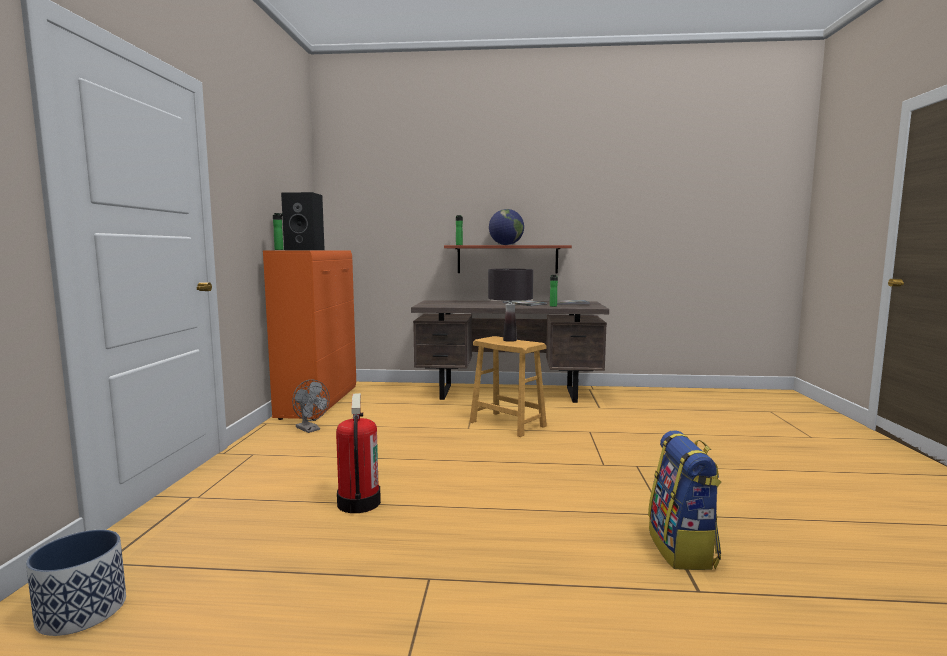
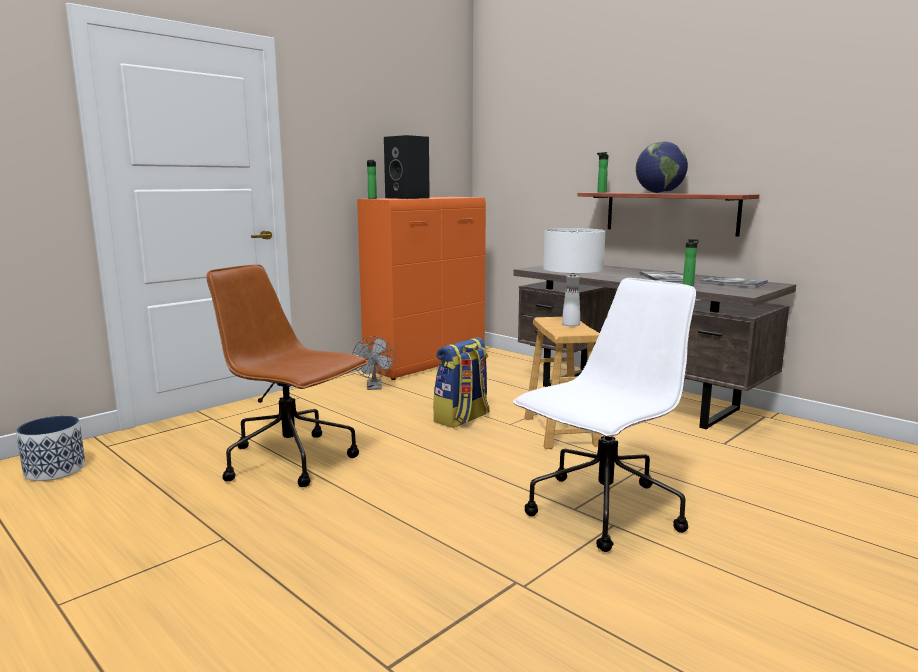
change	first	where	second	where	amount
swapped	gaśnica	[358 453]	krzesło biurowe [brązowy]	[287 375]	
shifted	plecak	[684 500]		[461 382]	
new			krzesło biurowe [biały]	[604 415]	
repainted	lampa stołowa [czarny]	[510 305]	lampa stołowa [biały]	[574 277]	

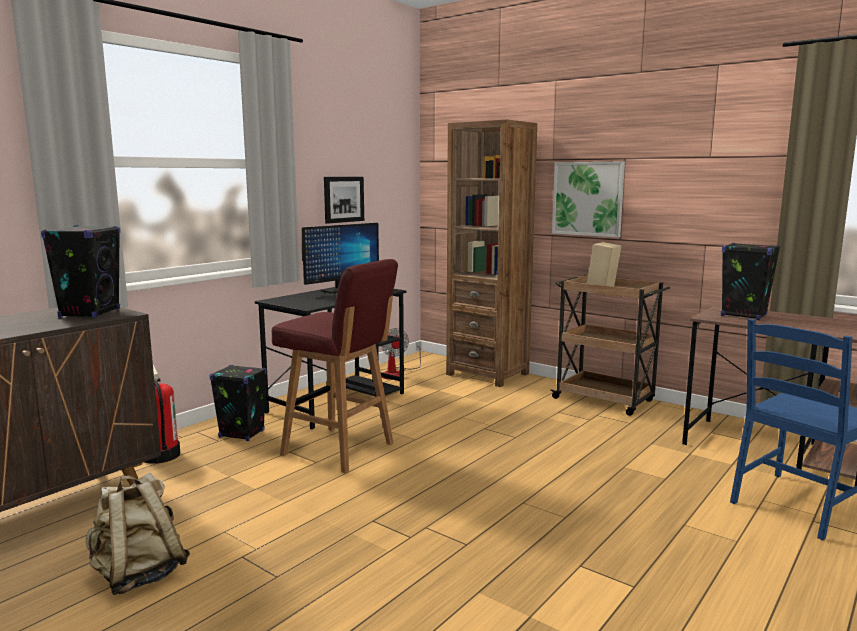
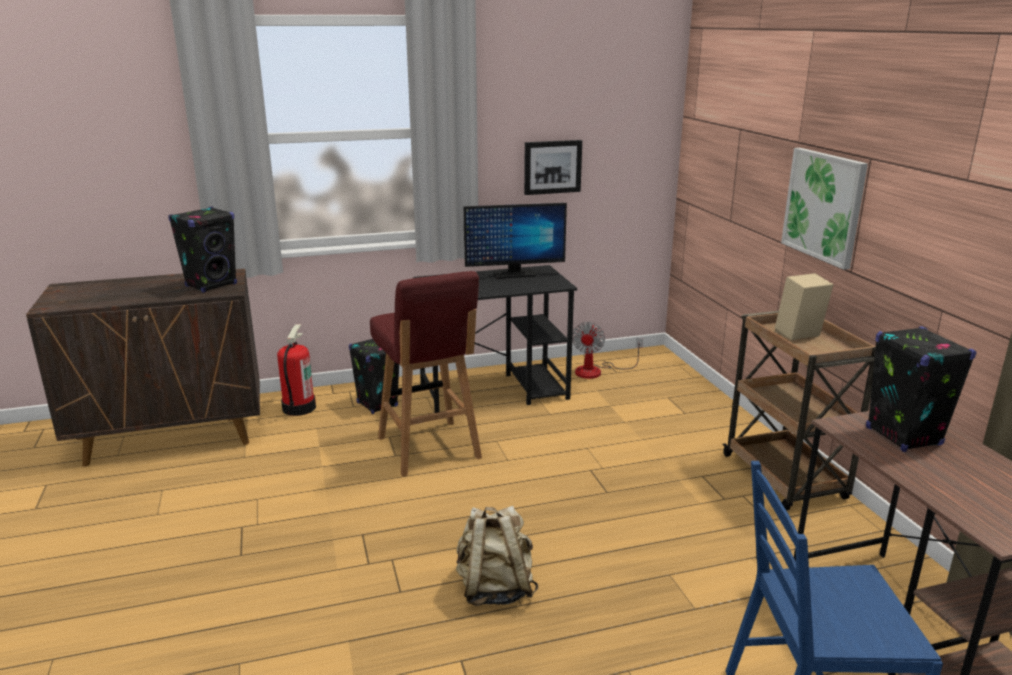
change	first	where	second	where	amount
shifted	plecak [beżowy]	[138 534]		[497 556]	
gone	regał [brązowy]	[491 253]			

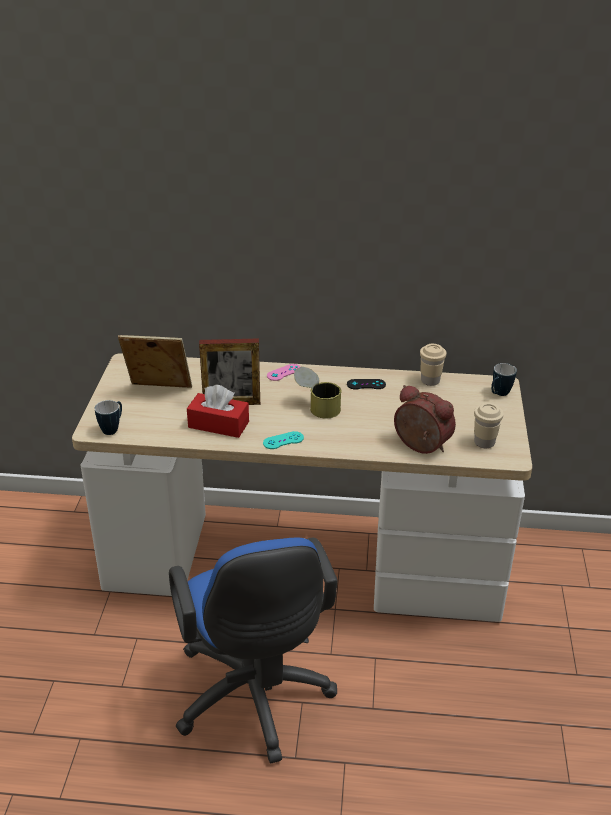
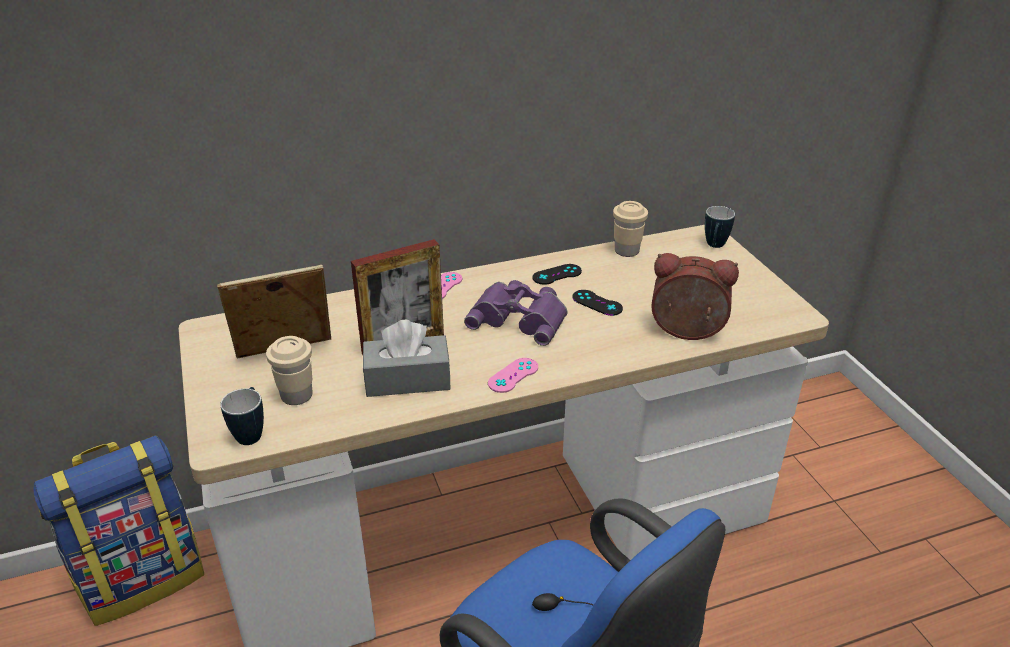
change	first	where	second	where	amount
new			plecak	[118 530]	
shifted	filiżanka [beżowy]	[489 425]		[289 370]	
repainted	pudełko chusteczek [czerwony]	[218 411]	pudełko chusteczek [szary]	[407 358]	
swapped	puszka	[317 393]	lornetka [fioletowy]	[515 313]	
repainted	pad do gier [turkusowy]	[283 440]	pad do gier [różowy]	[513 375]	
new			pad do gier [czarny]	[597 303]	

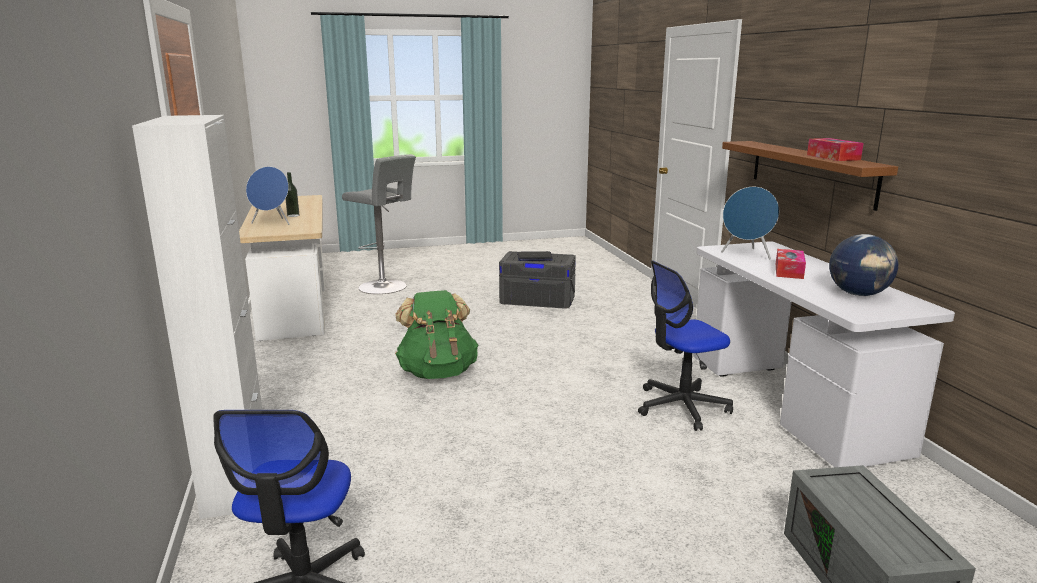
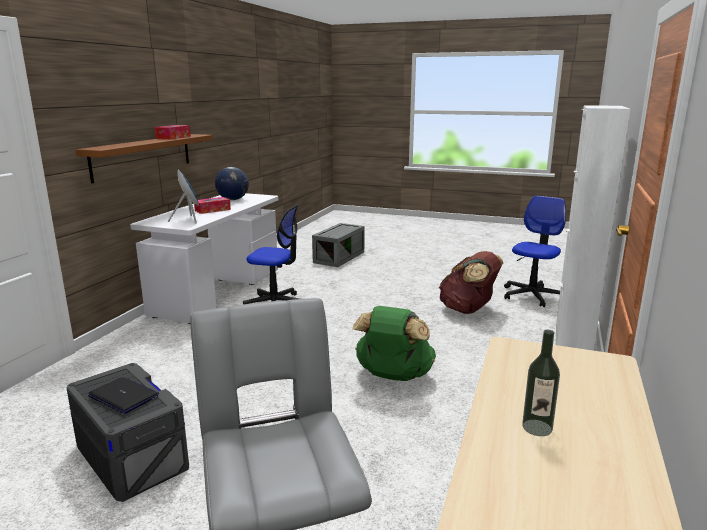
change	first	where	second	where	amount
new			plecak [brązowy]	[471 282]	
gone	głośnik [niebieski]	[268 196]			

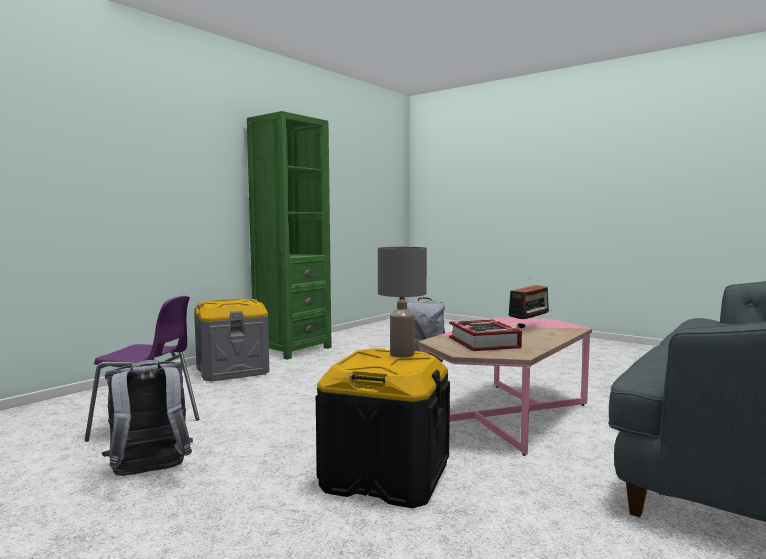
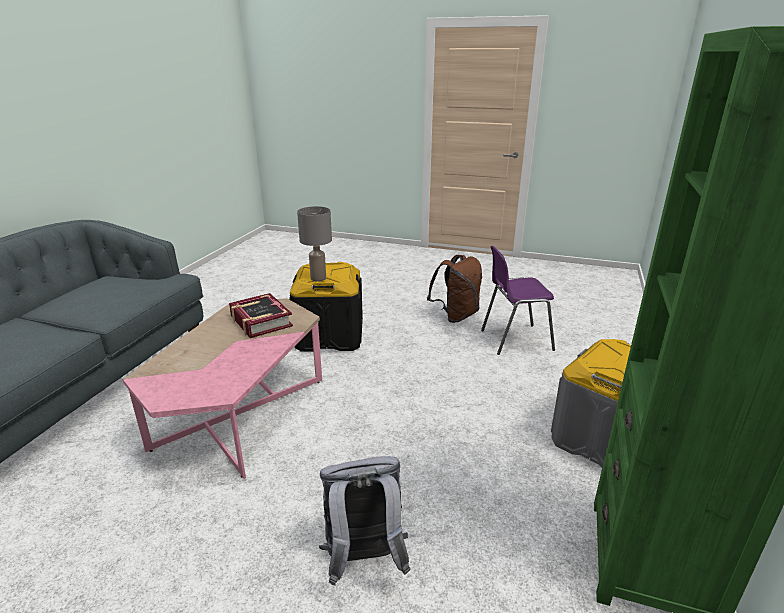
change	first	where	second	where	amount
repainted	plecak [szary]	[147 418]	plecak [brązowy]	[454 289]	
gone	radio	[530 306]			

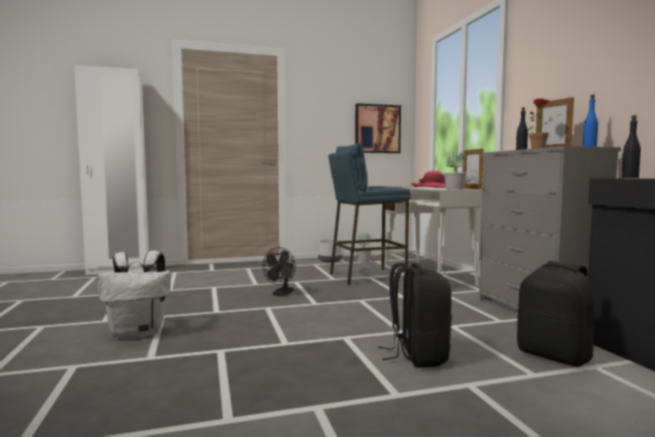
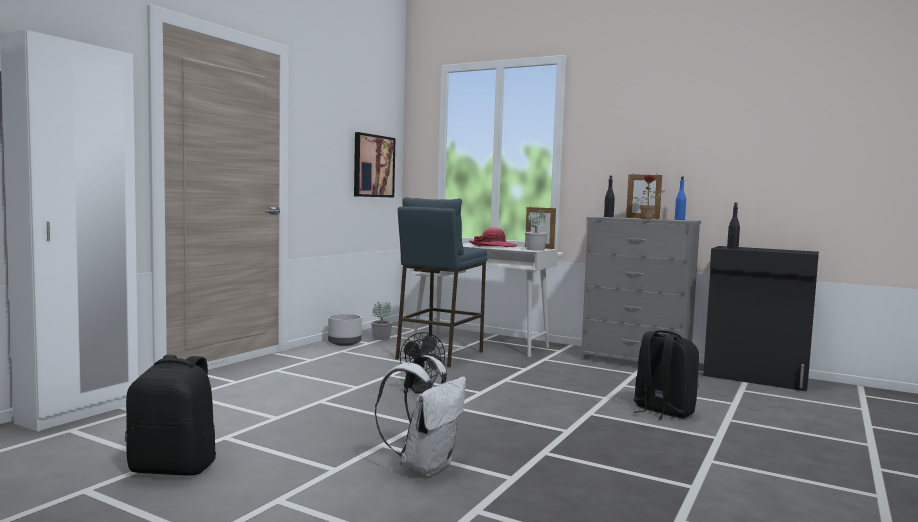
change	first	where	second	where	amount
shifted	plecak [czarny]	[555 314]		[170 415]	

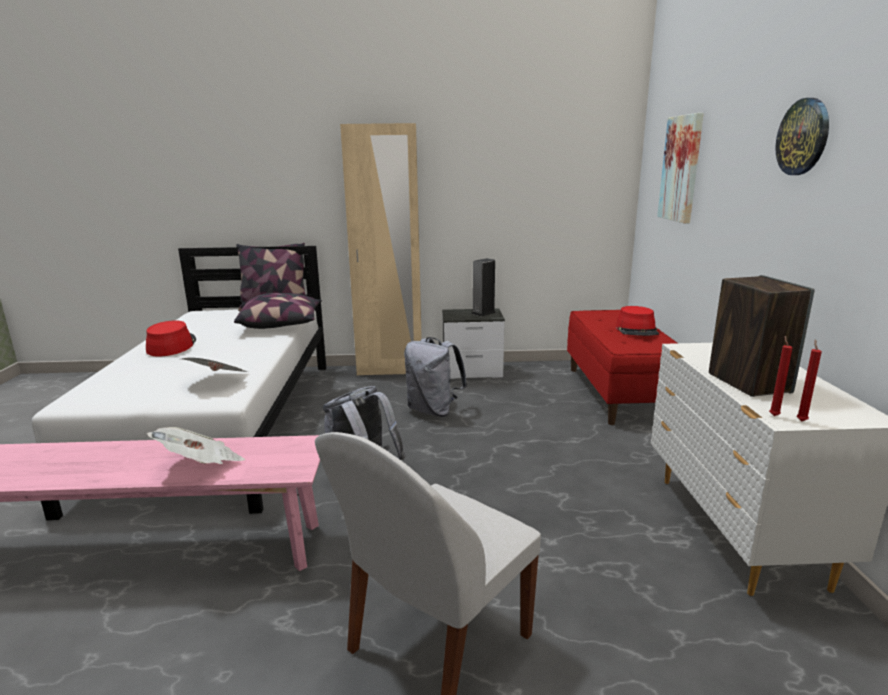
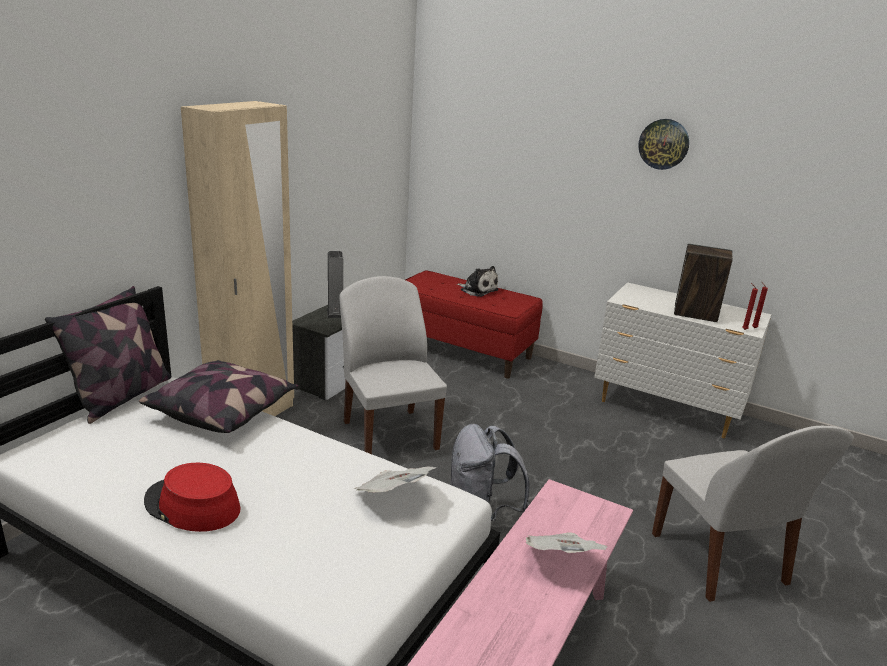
change	first	where	second	where	amount
swapped	plecak [szary]	[435 377]	krzesło [biały]	[393 365]	
swapped	kapelusz [czerwony]	[637 321]	pluszak	[477 281]	
gone	obraz	[680 168]			

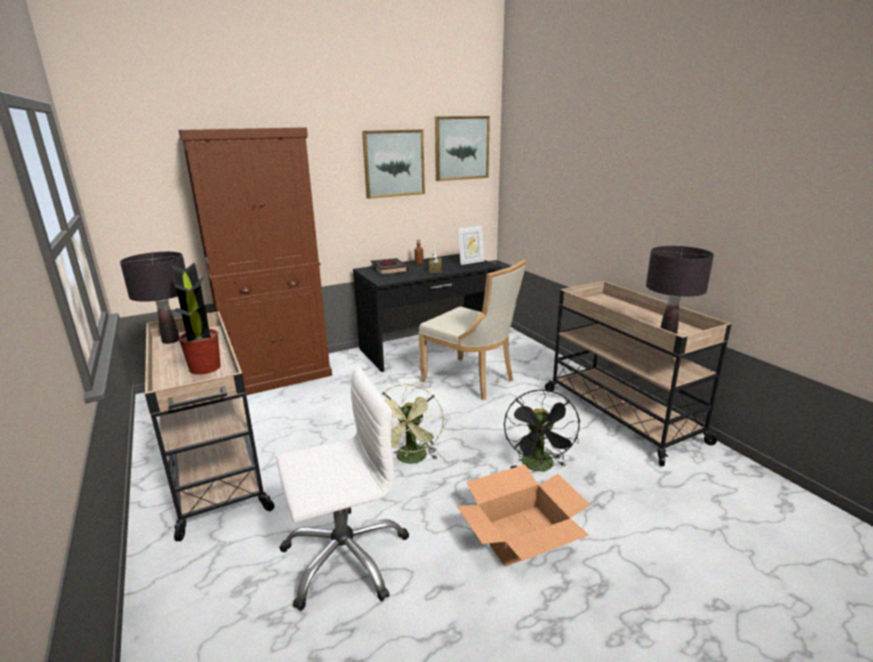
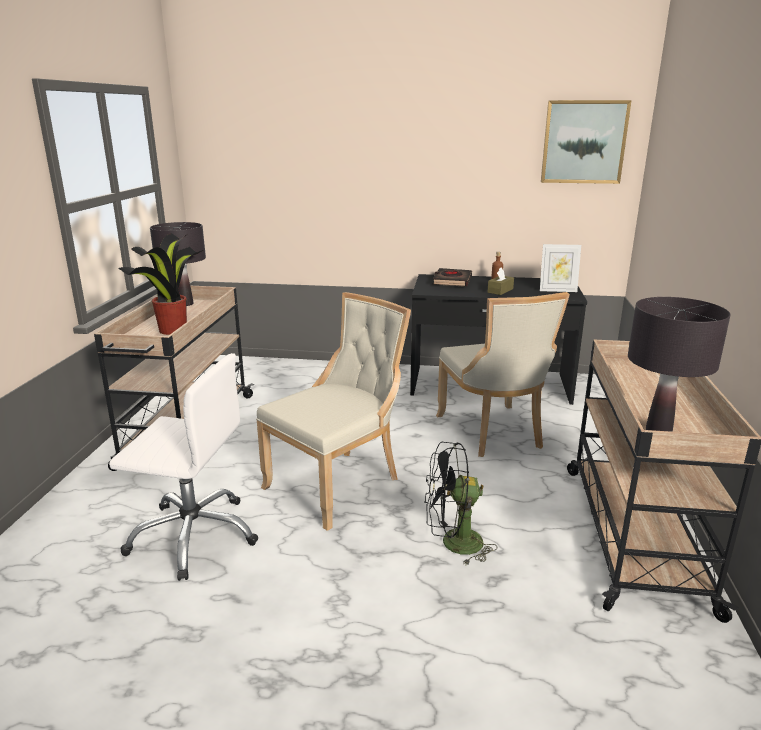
change	first	where	second	where	amount
swapped	wentylator [zielony]	[412 423]	krzesło [beżowy]	[333 411]	
rotated	wentylator [czarny]	[542 430]		[460 503]	45 degrees clockwise
gone	szafka [brązowy]	[255 261]			
gone	obraz	[393 164]			
gone	karton	[523 515]			

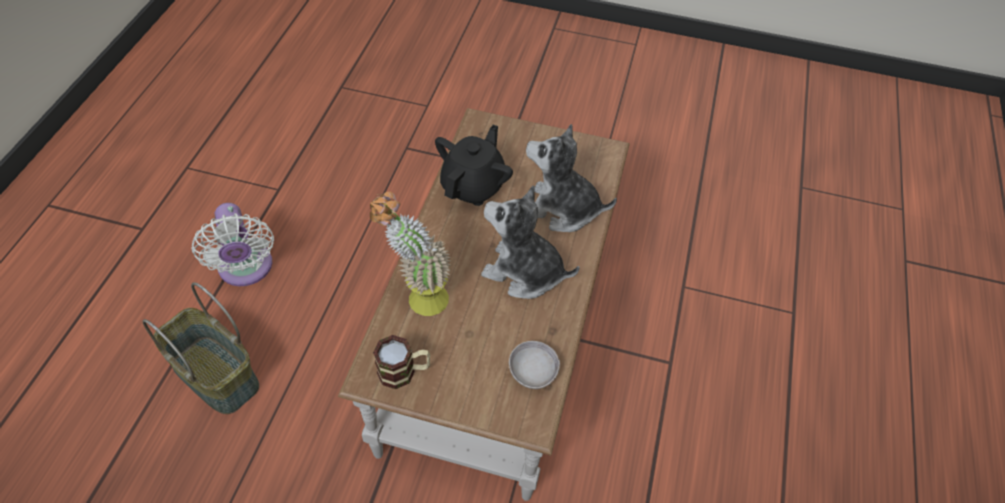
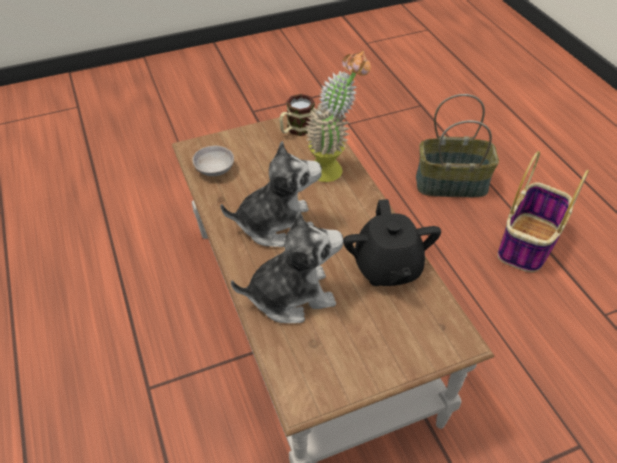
change	first	where	second	where	amount
swapped	wentylator [biały]	[232 244]	koszyk	[543 211]	

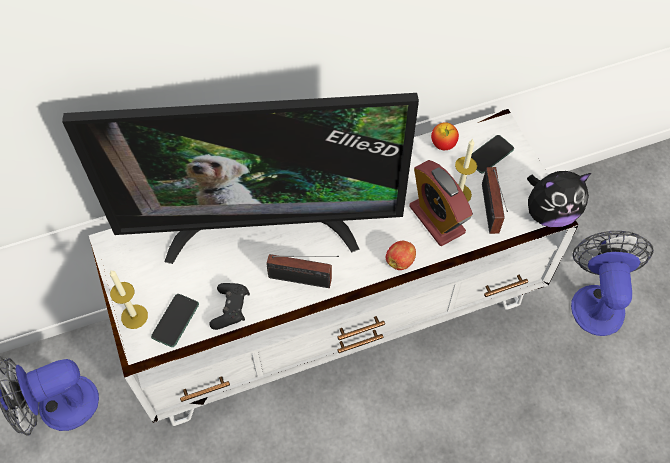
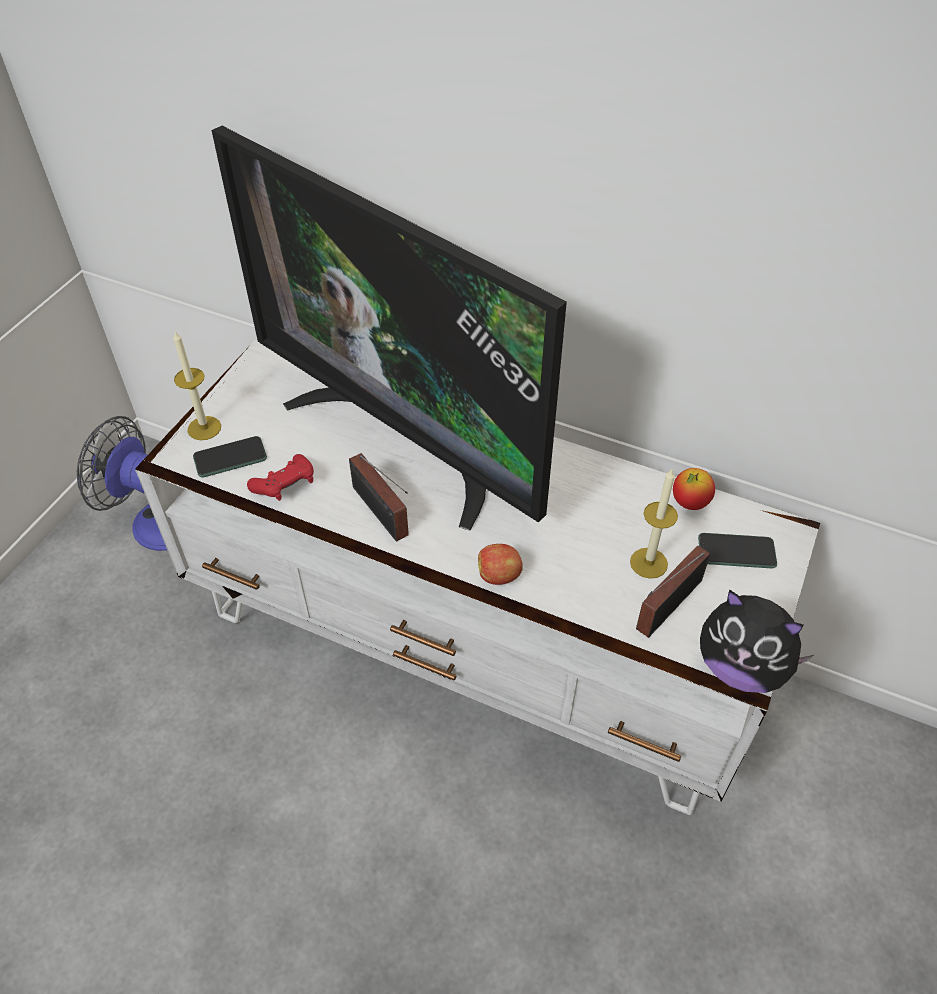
change	first	where	second	where	amount
repainted	pad do gier [czarny]	[229 306]	pad do gier [czerwony]	[280 477]	
gone	budzik	[441 203]			
gone	wentylator	[612 283]			

